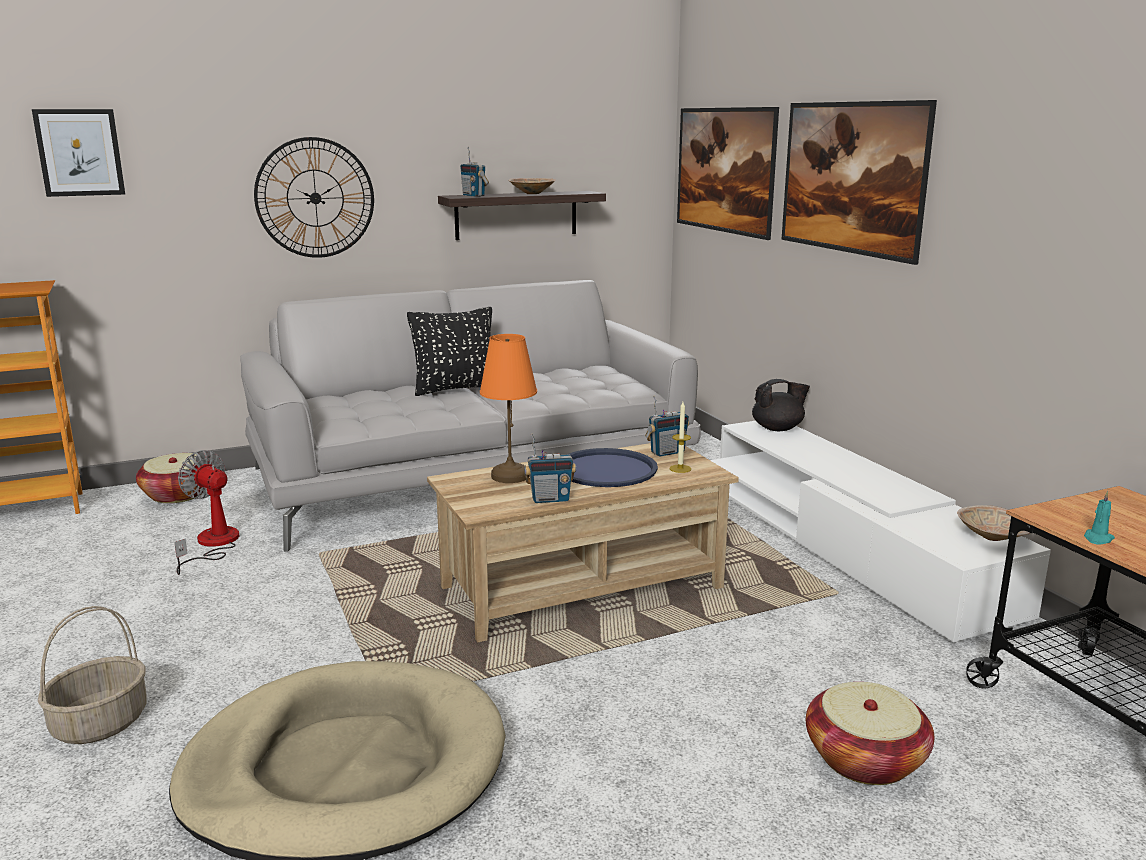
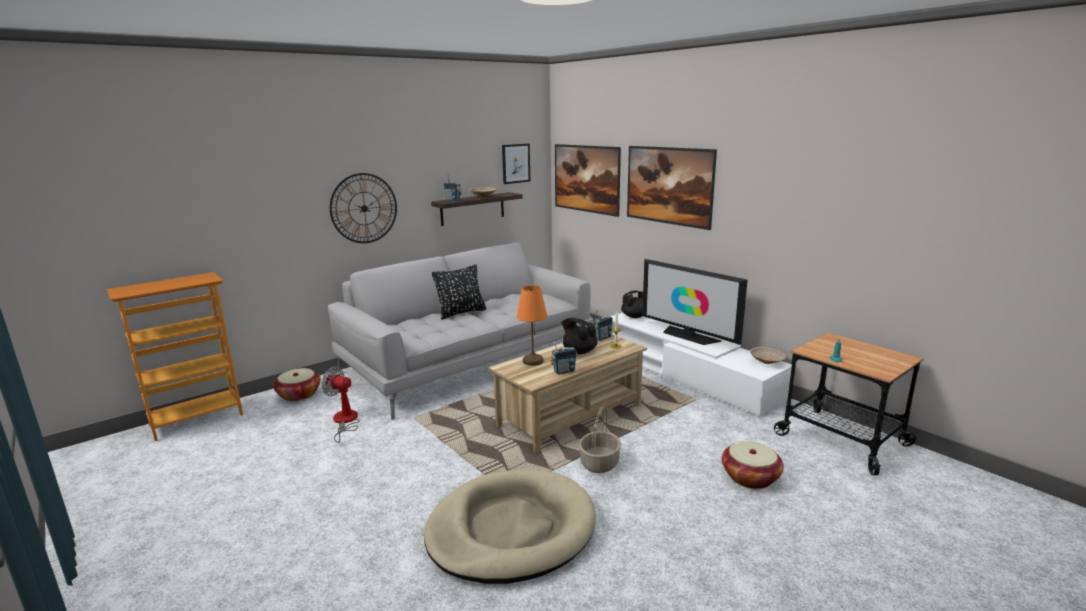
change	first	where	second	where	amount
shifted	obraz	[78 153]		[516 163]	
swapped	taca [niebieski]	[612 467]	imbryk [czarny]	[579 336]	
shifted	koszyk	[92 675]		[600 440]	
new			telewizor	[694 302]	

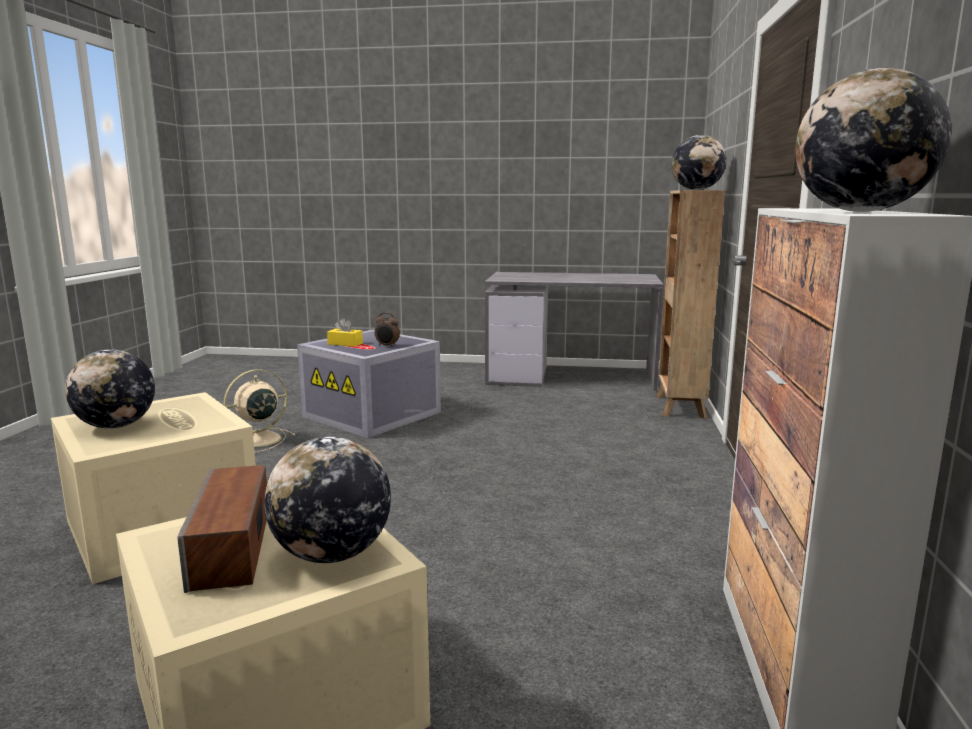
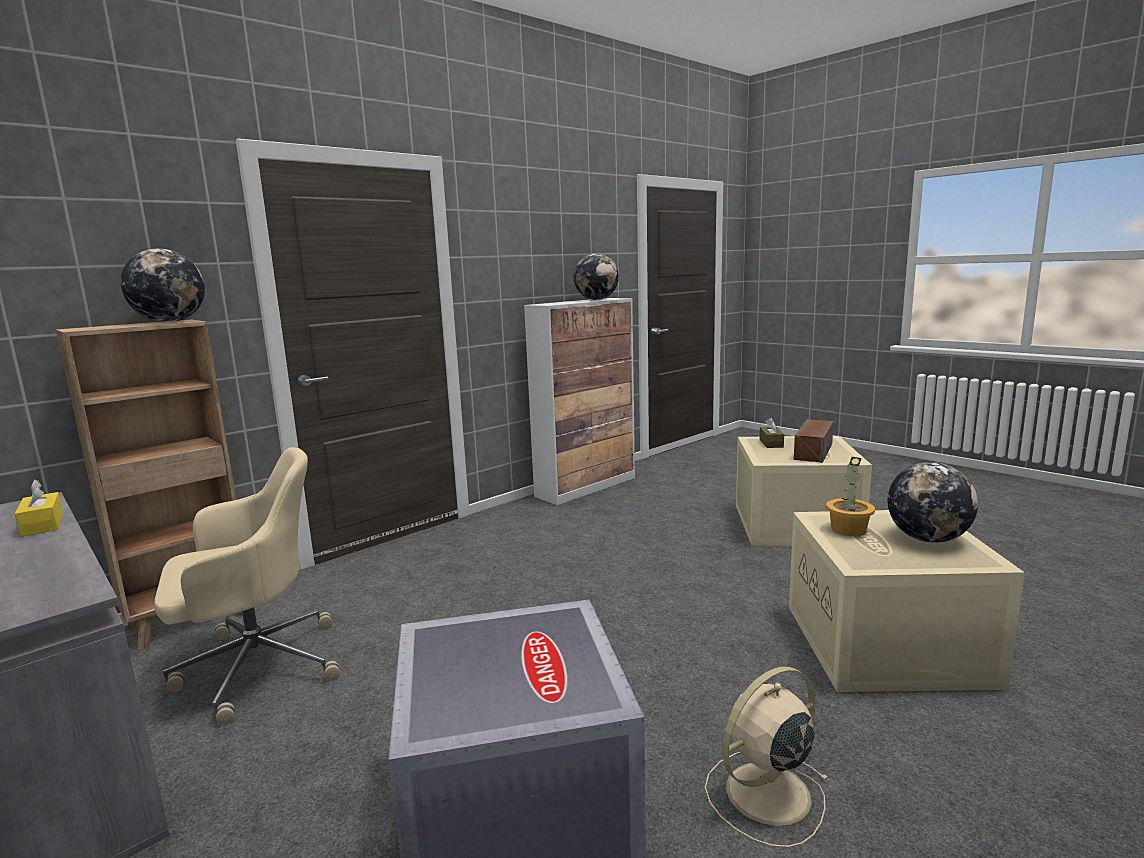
change	first	where	second	where	amount
shifted	pudełko chusteczek [żółty]	[345 332]		[39 508]	
new			krzesło biurowe [beżowy]	[247 586]	
rotated	wentylator [beżowy]	[259 410]		[767 757]	150 degrees clockwise
swapped	globus	[327 500]	pudełko chusteczek [brązowy]	[772 433]	
new			roślina doniczkowa	[850 496]	
gone	budzik	[387 329]			

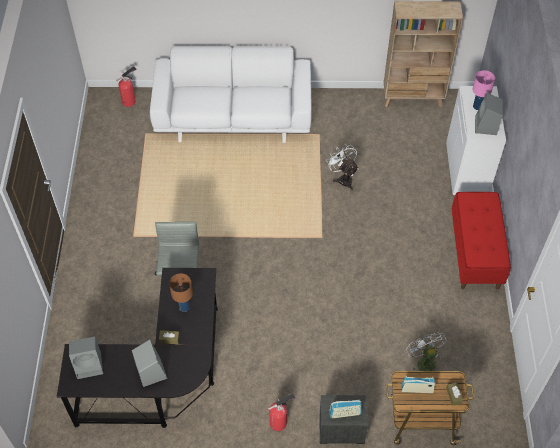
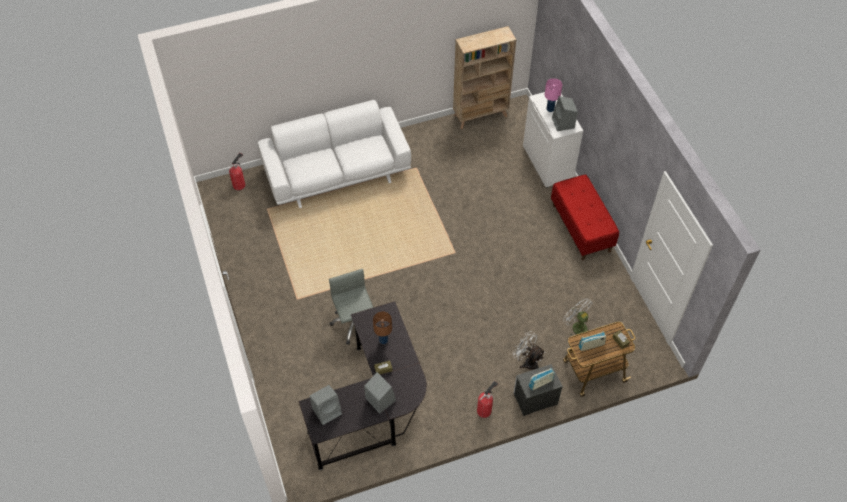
change	first	where	second	where	amount
shifted	wentylator [biały]	[342 167]		[529 350]	

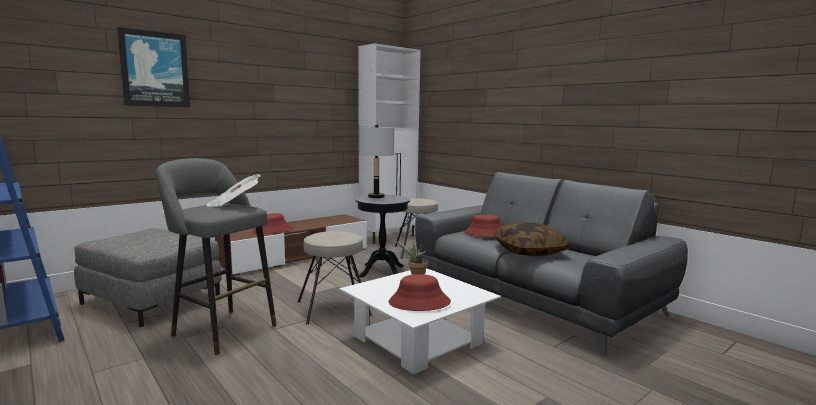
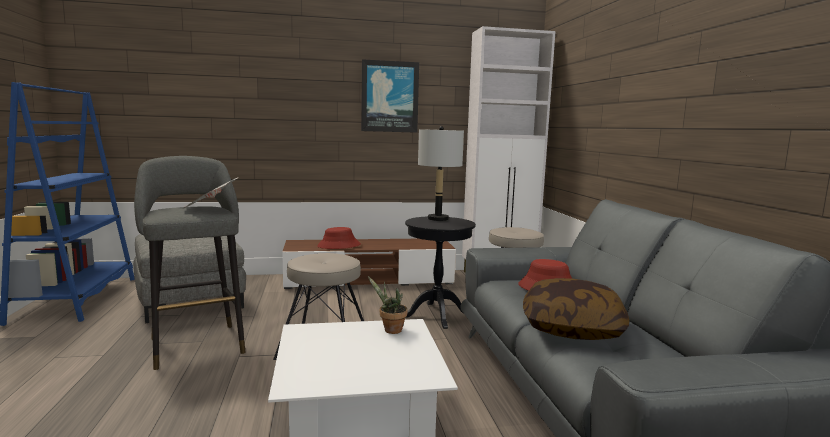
change	first	where	second	where	amount
shifted	obraz	[153 67]		[390 96]	
gone	kapelusz [czerwony]	[420 292]			

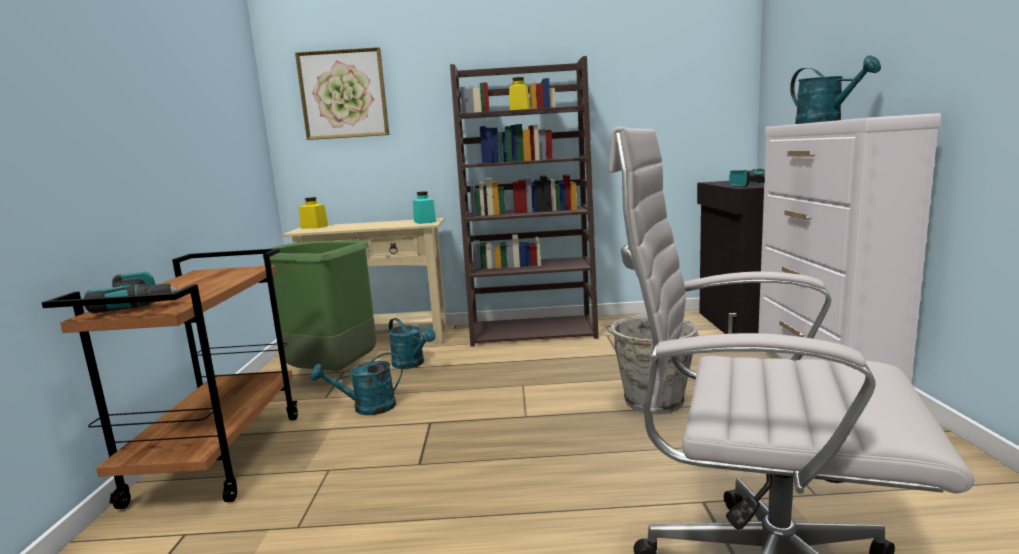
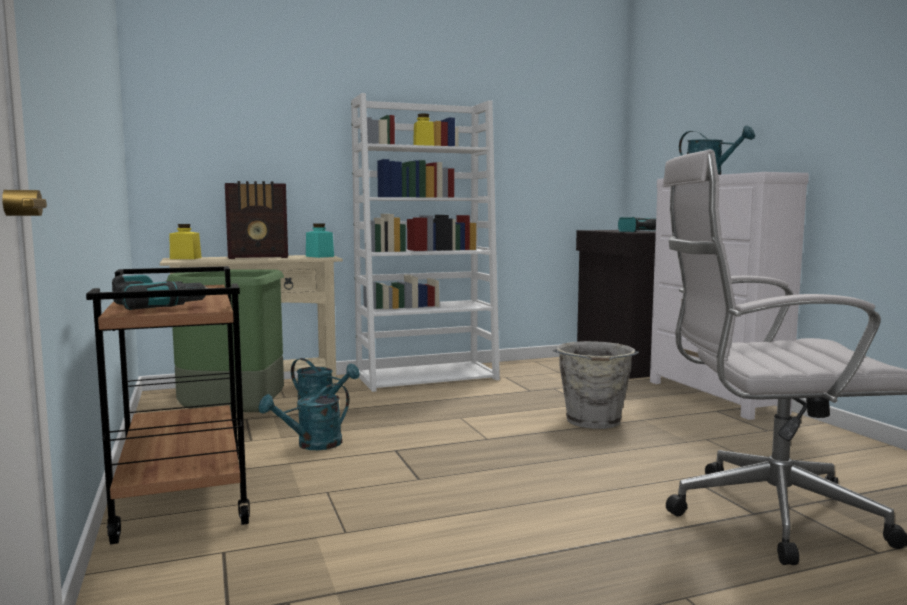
change	first	where	second	where	amount
new			radio	[256 220]	
repainted	regał [brązowy]	[524 201]	regał [biały]	[425 242]	
gone	obraz	[342 93]			

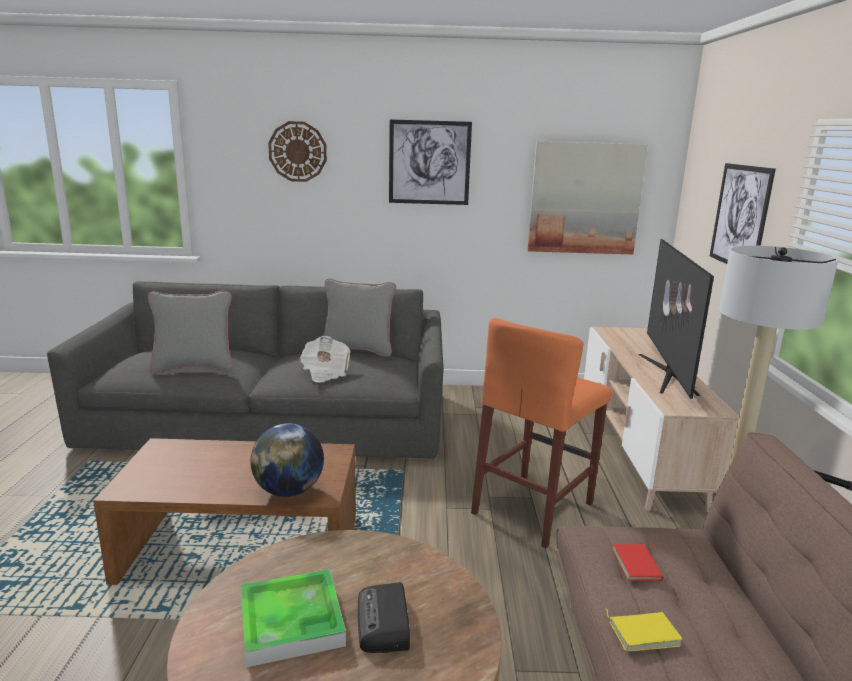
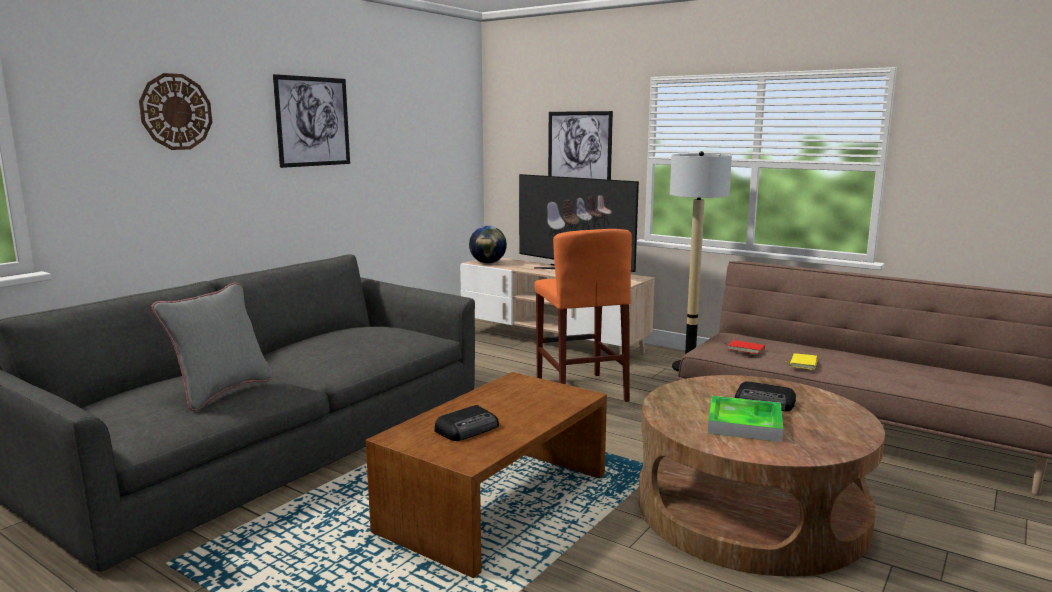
change	first	where	second	where	amount
new			radio	[466 423]	
shifted	globus	[287 460]		[488 245]	
gone	gazeta	[325 359]			
gone	poduszka [szary]	[359 317]			
gone	obraz	[587 197]			

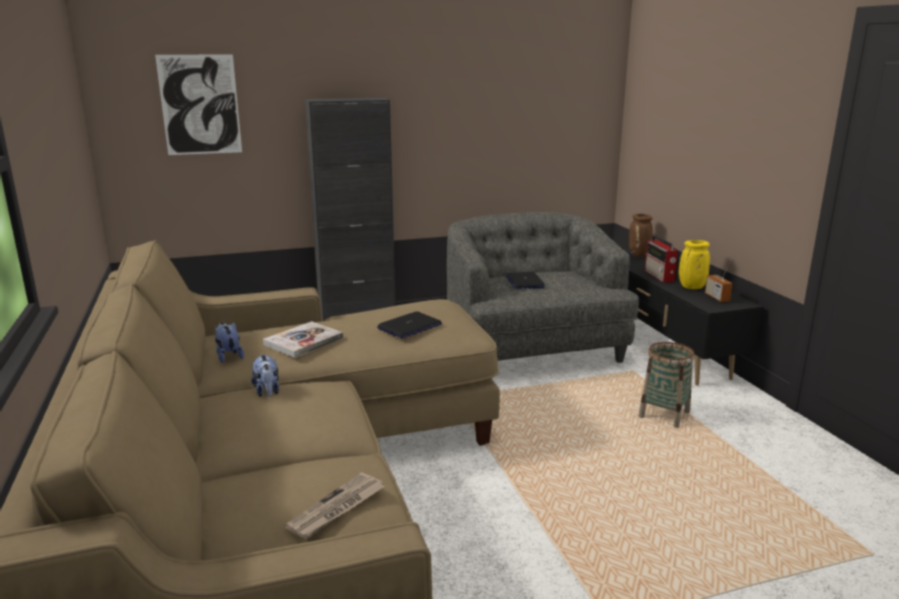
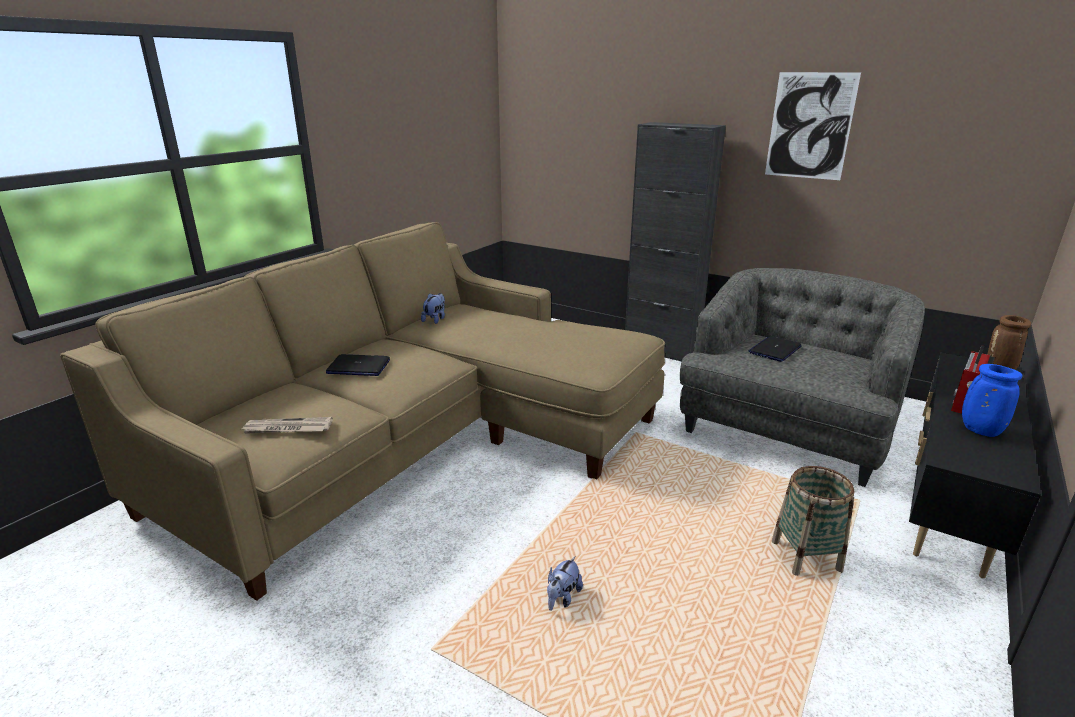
change	first	where	second	where	amount
shifted	laptop	[409 325]		[358 365]	
shifted	pluszak	[266 375]		[565 584]	
shifted	obraz	[198 105]		[813 126]	
repainted	wazon [żółty]	[694 264]	wazon [niebieski]	[992 400]	
gone	książka	[303 339]			
gone	radio	[718 281]			

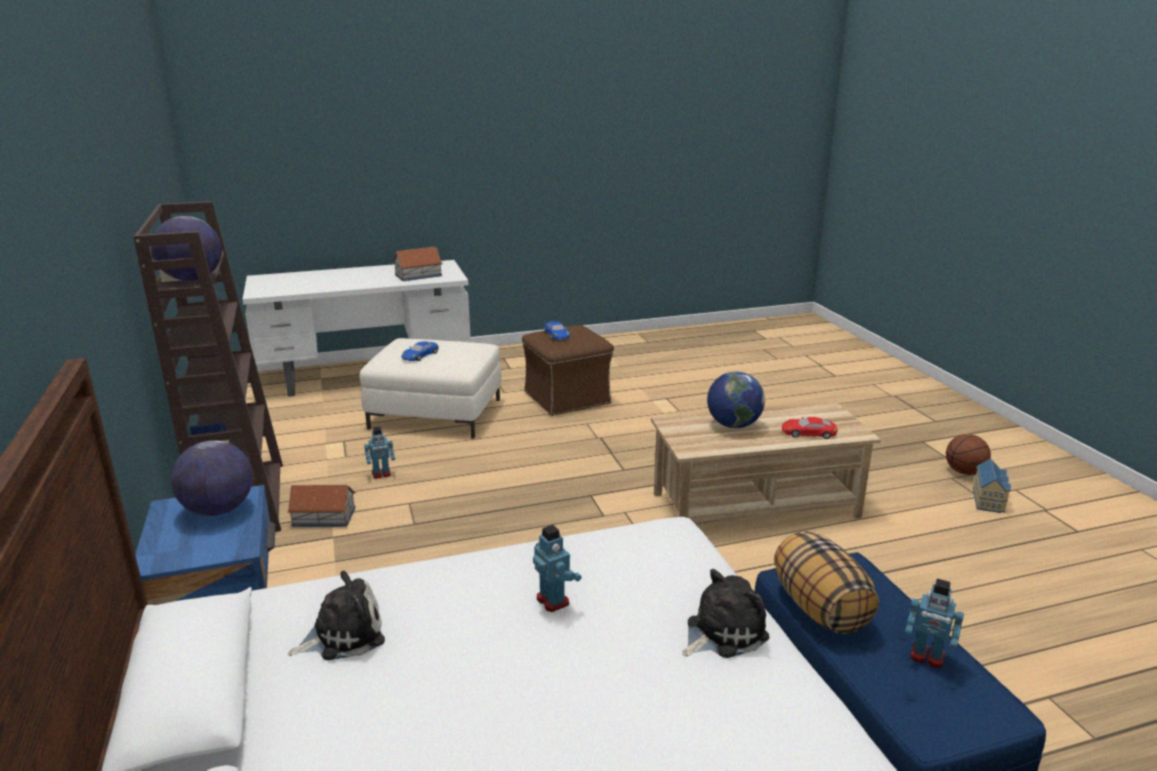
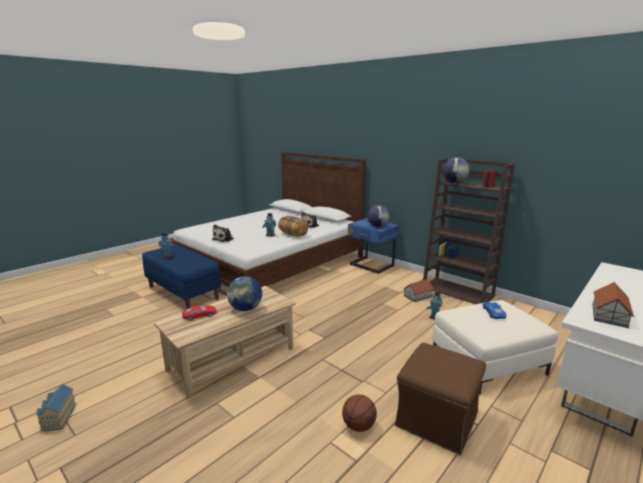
change	first	where	second	where	amount
shifted	poduszka	[826 582]		[293 226]	
shifted	piłka do koszykówki	[968 454]		[359 413]	
gone	samochodzik [niebieski]	[557 331]			

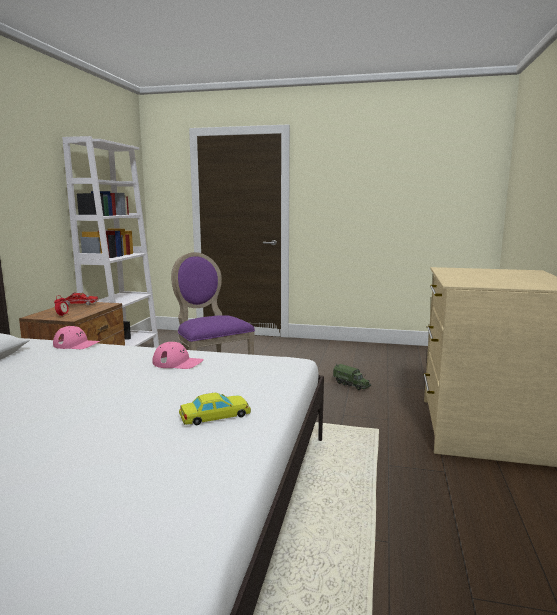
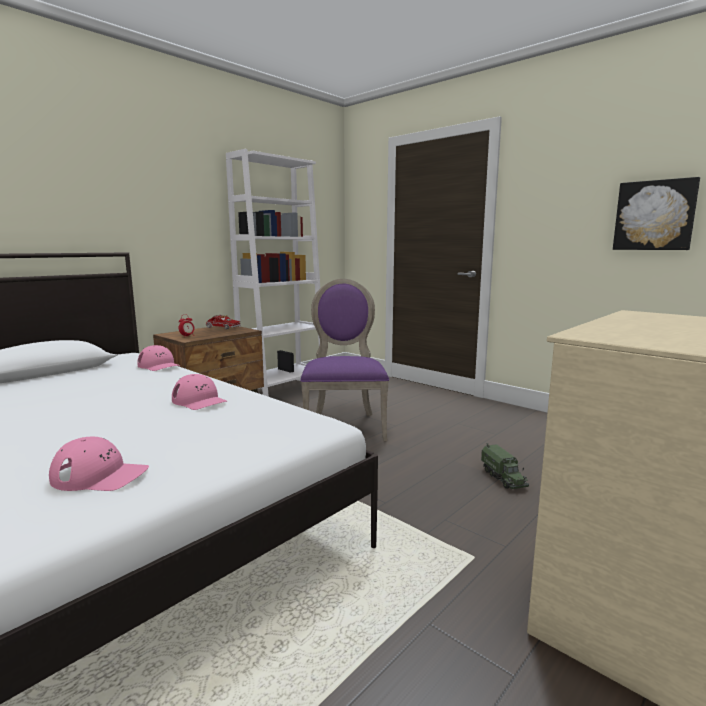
change	first	where	second	where	amount
swapped	samochodzik [żółty]	[215 408]	czapka z daszkiem [różowy]	[99 464]	
new			obraz	[656 213]	

